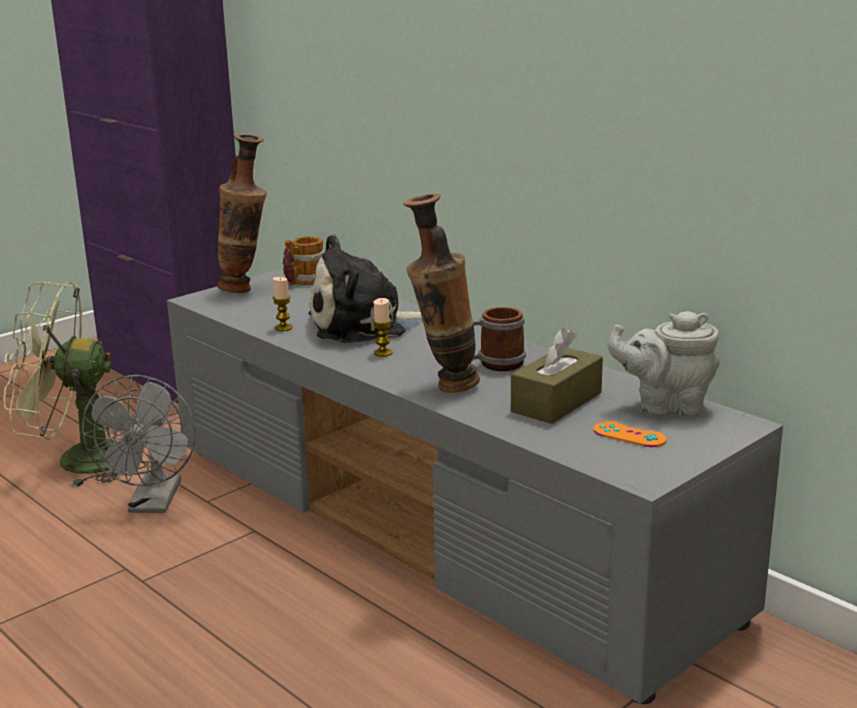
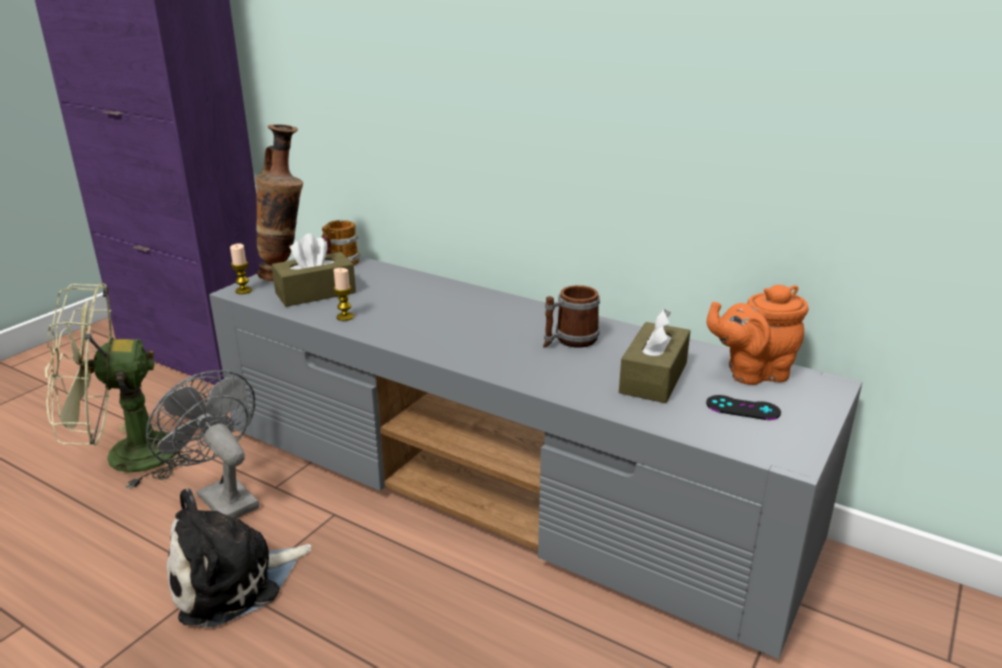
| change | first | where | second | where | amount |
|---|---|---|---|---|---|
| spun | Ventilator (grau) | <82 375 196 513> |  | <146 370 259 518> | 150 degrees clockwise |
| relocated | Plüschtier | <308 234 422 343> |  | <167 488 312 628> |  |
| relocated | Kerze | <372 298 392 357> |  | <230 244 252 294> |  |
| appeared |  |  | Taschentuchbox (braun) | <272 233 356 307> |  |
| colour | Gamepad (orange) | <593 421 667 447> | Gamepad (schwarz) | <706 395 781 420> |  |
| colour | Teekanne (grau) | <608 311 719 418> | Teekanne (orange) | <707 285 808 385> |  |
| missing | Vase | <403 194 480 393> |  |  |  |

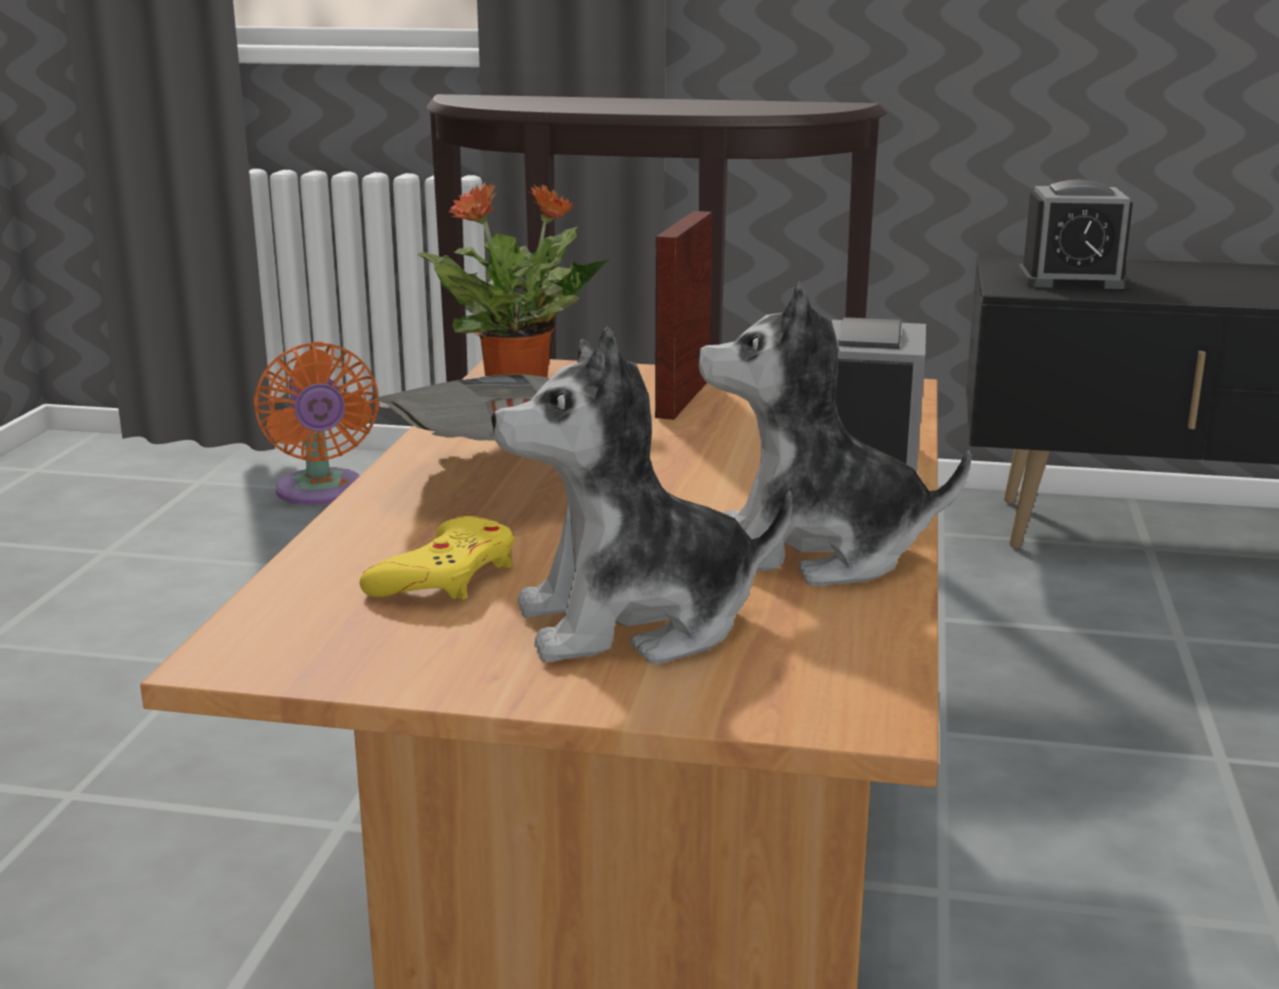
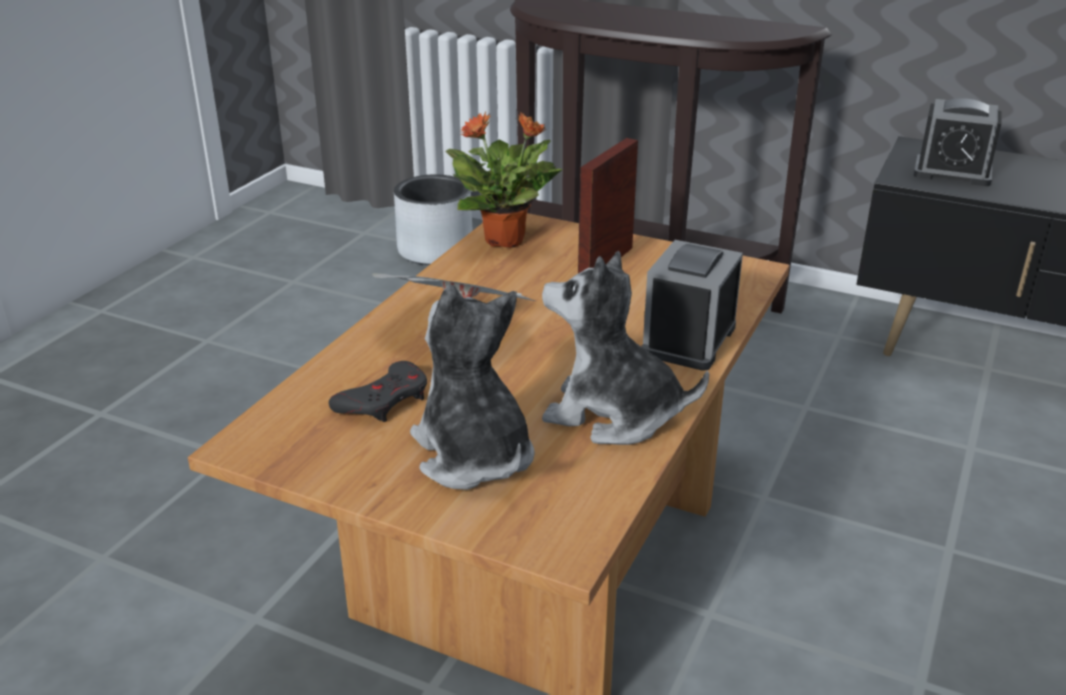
| change | first | where | second | where | amount |
|---|---|---|---|---|---|
| colour | Gamepad (gelb) | <360 516 514 600> | Gamepad (grau) | <329 361 427 422> |  |
| exchanged | Ventilator (orange) | <254 342 380 505> | Pflanzkübel (grau) | <394 174 473 265> |  |
| spun | Plüschtier | <491 327 792 664> |  | <410 284 535 490> | 60 degrees clockwise |

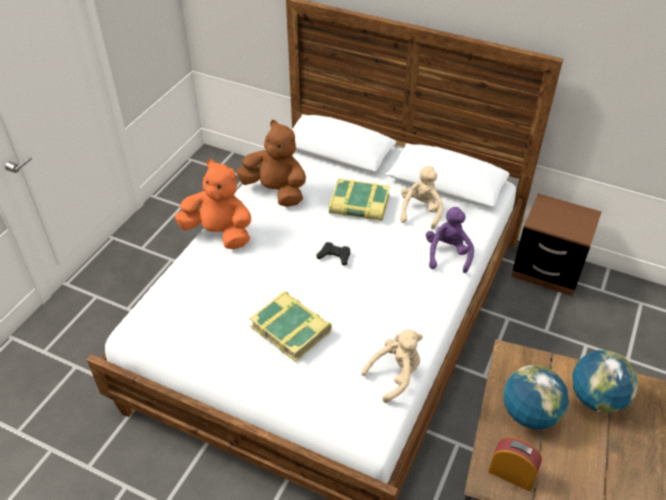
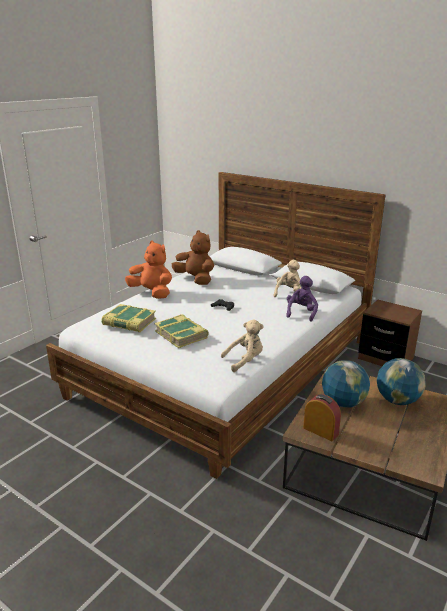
| change | first | where | second | where | amount |
|---|---|---|---|---|---|
| relocated | Buch | <329 178 390 221> |  | <101 304 156 332> |  |

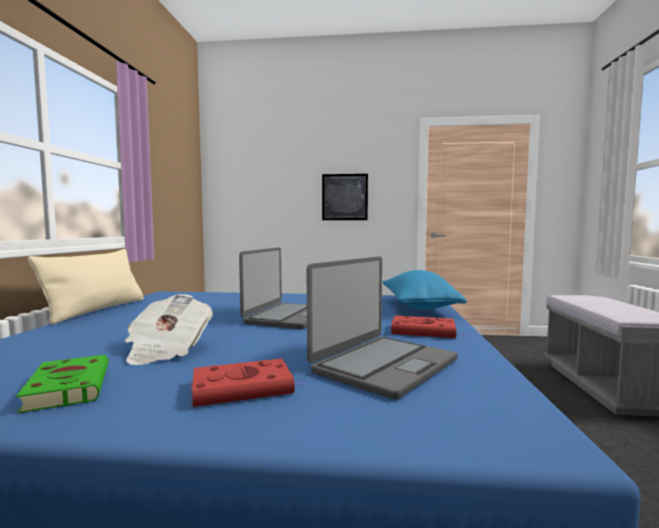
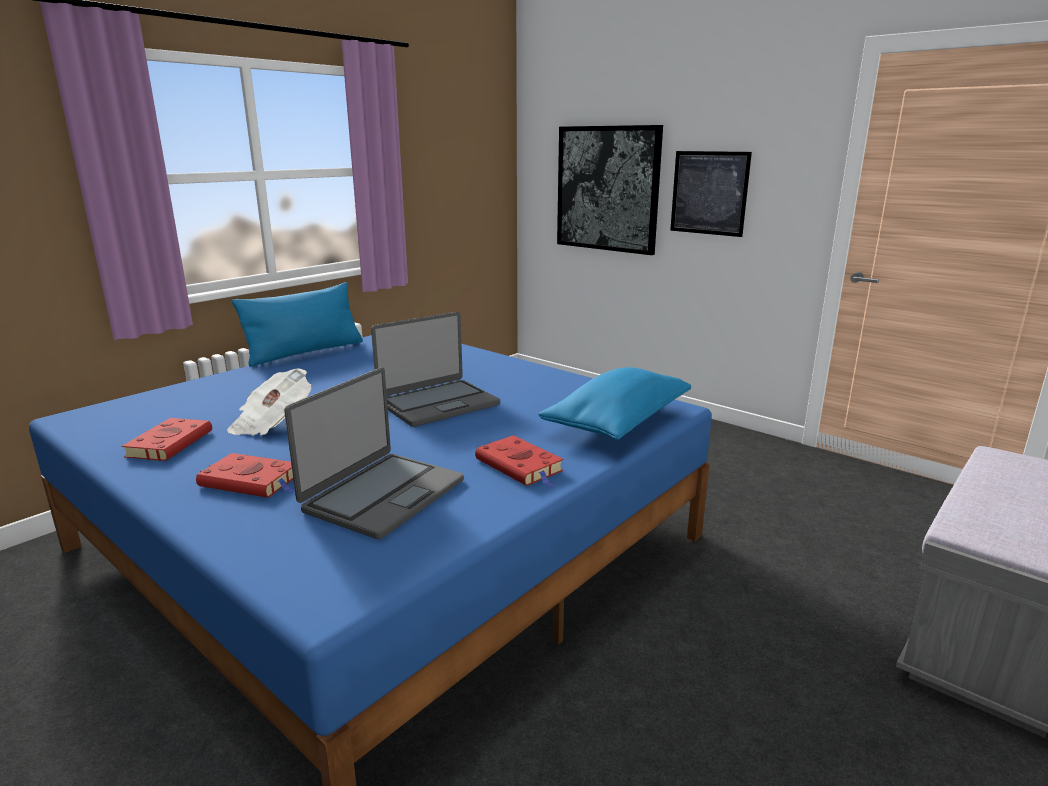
| change | first | where | second | where | amount |
|---|---|---|---|---|---|
| colour | Buch (grün) | <16 355 109 413> | Buch (rot) | <122 418 212 461> |  |
| colour | Kissen (beige) | <28 249 144 325> | Kissen (blau) | <232 282 363 367> |  |
| spun | Laptop | <307 256 458 400> |  | <284 367 464 539> | 45 degrees counterclockwise |
| appeared |  |  | Bild | <557 125 663 255> |  |

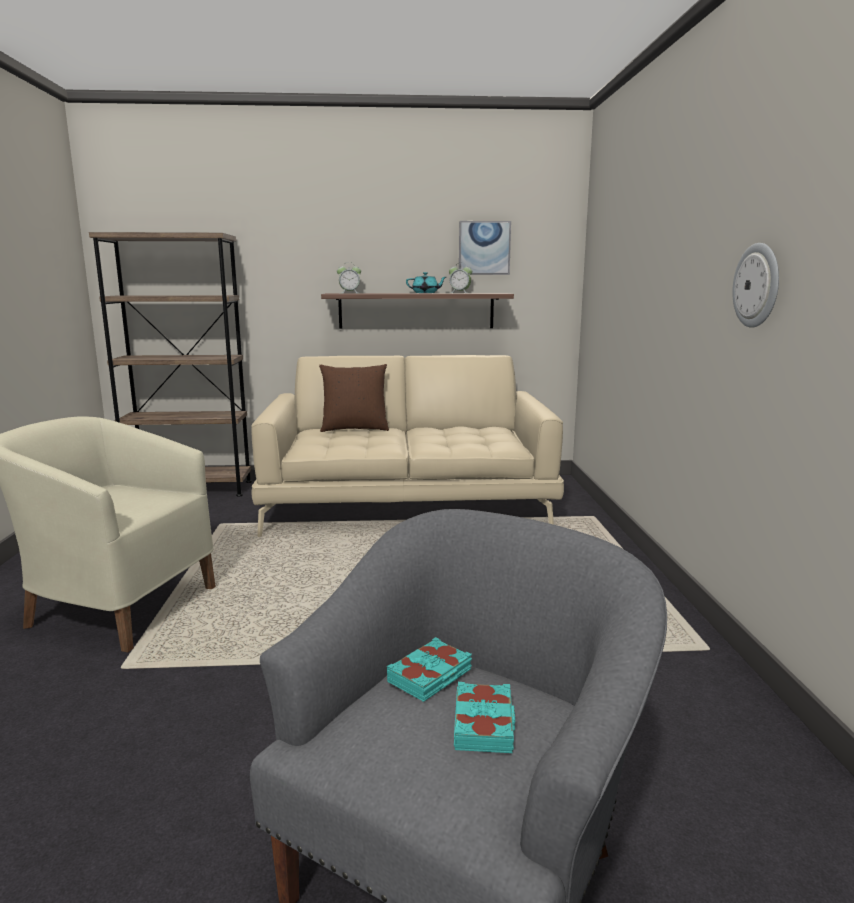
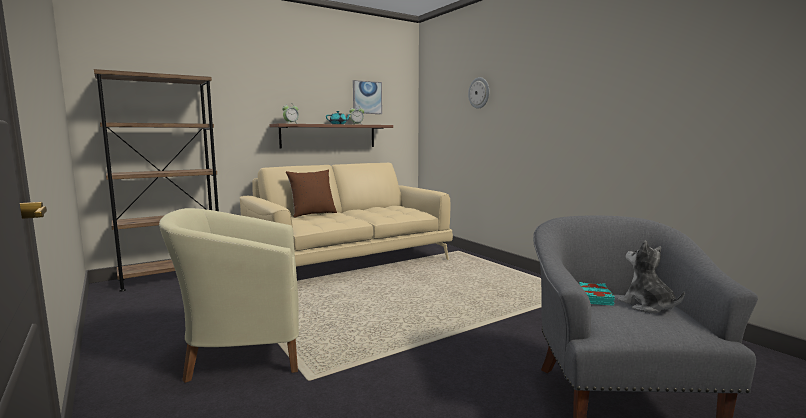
| change | first | where | second | where | amount |
|---|---|---|---|---|---|
| relocated | Wanduhr | <732 243 779 328> |  | <468 77 489 109> |  |
| exchanged | Buch (türkis) | <454 682 515 753> | Plüschtier | <618 240 685 314> |  |

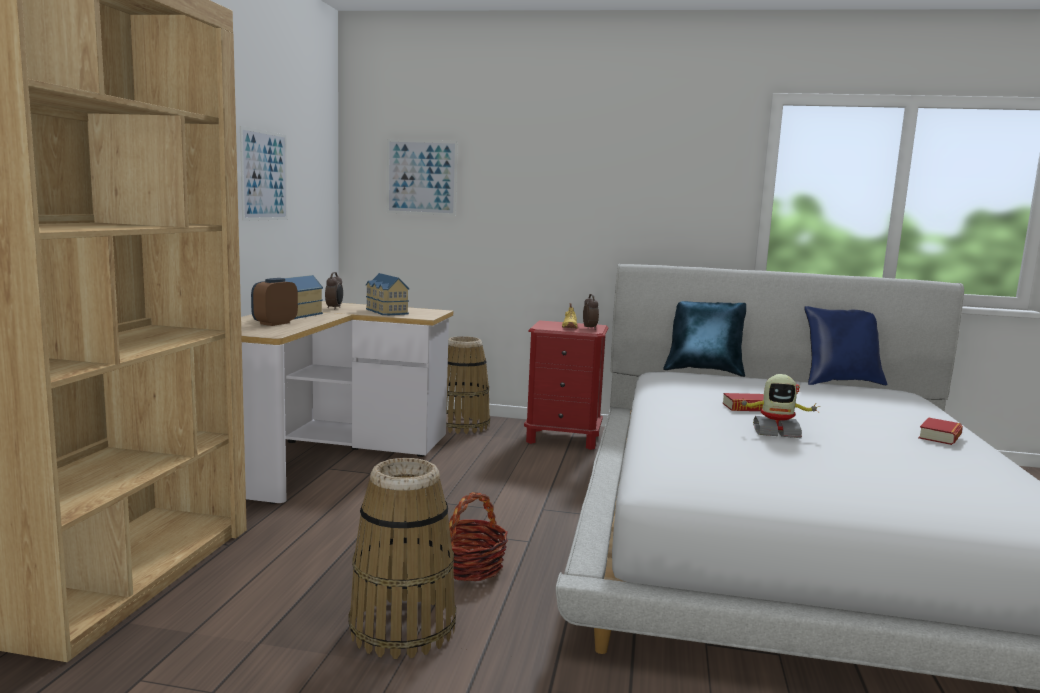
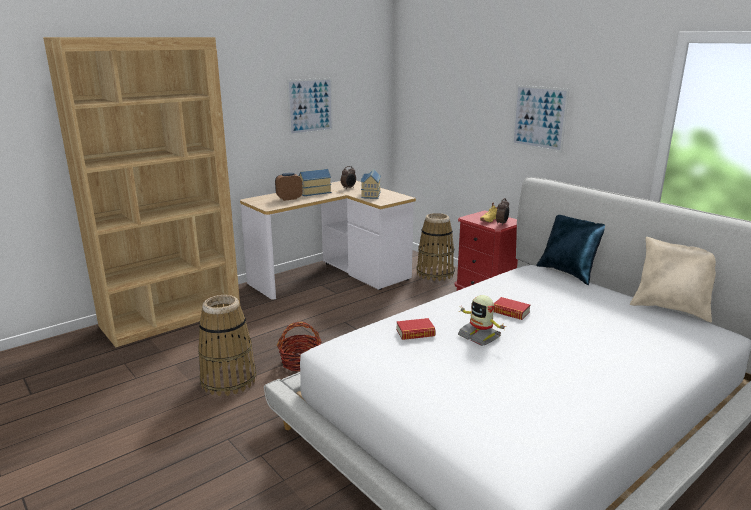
| change | first | where | second | where | amount |
|---|---|---|---|---|---|
| relocated | Buch | <918 418 963 445> |  | <396 318 436 340> |  |
| relocated | Bild | <387 139 458 216> |  | <512 85 569 153> |  |
| colour | Kissen (blau) | <804 306 887 385> | Kissen (beige) | <630 237 716 322> |  |

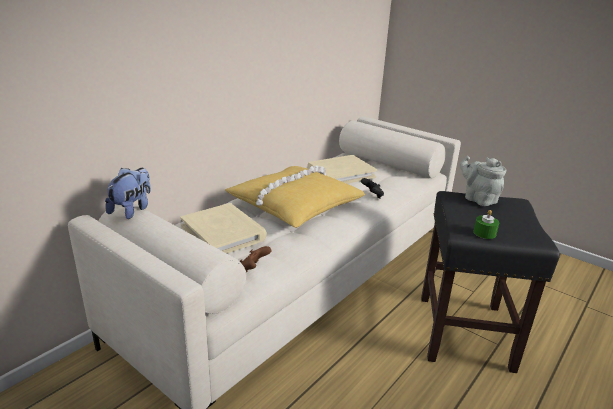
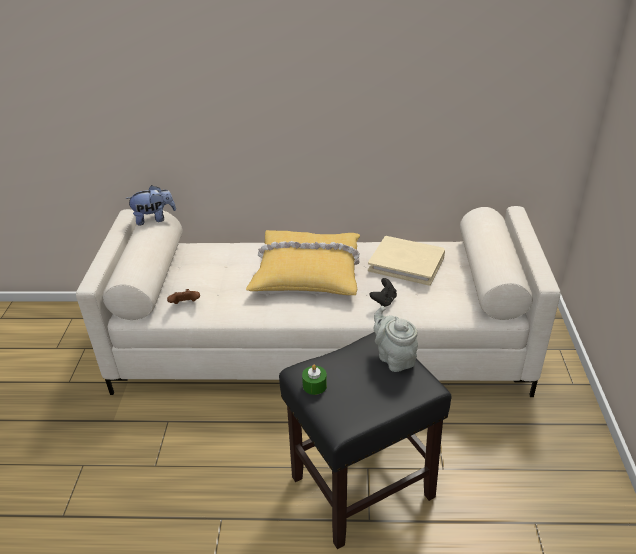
| change | first | where | second | where | amount |
|---|---|---|---|---|---|
| spun | Teekanne (grau) | <460 156 506 206> |  | <374 306 418 372> | 45 degrees counterclockwise |
| missing | Buch (beige) | <180 203 267 254> |  |  |  |

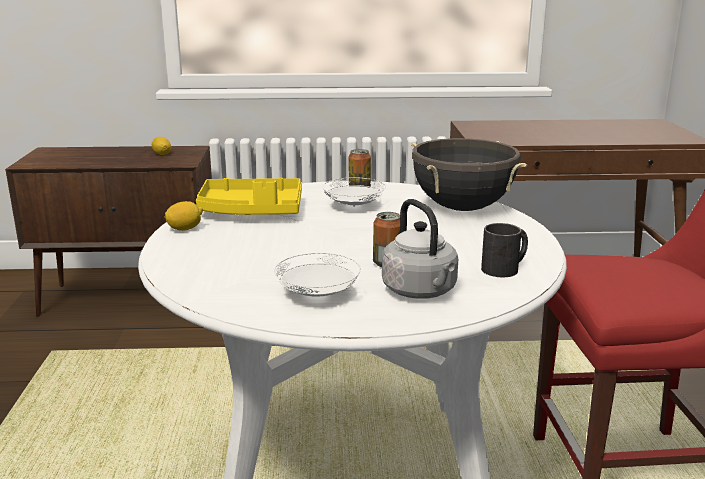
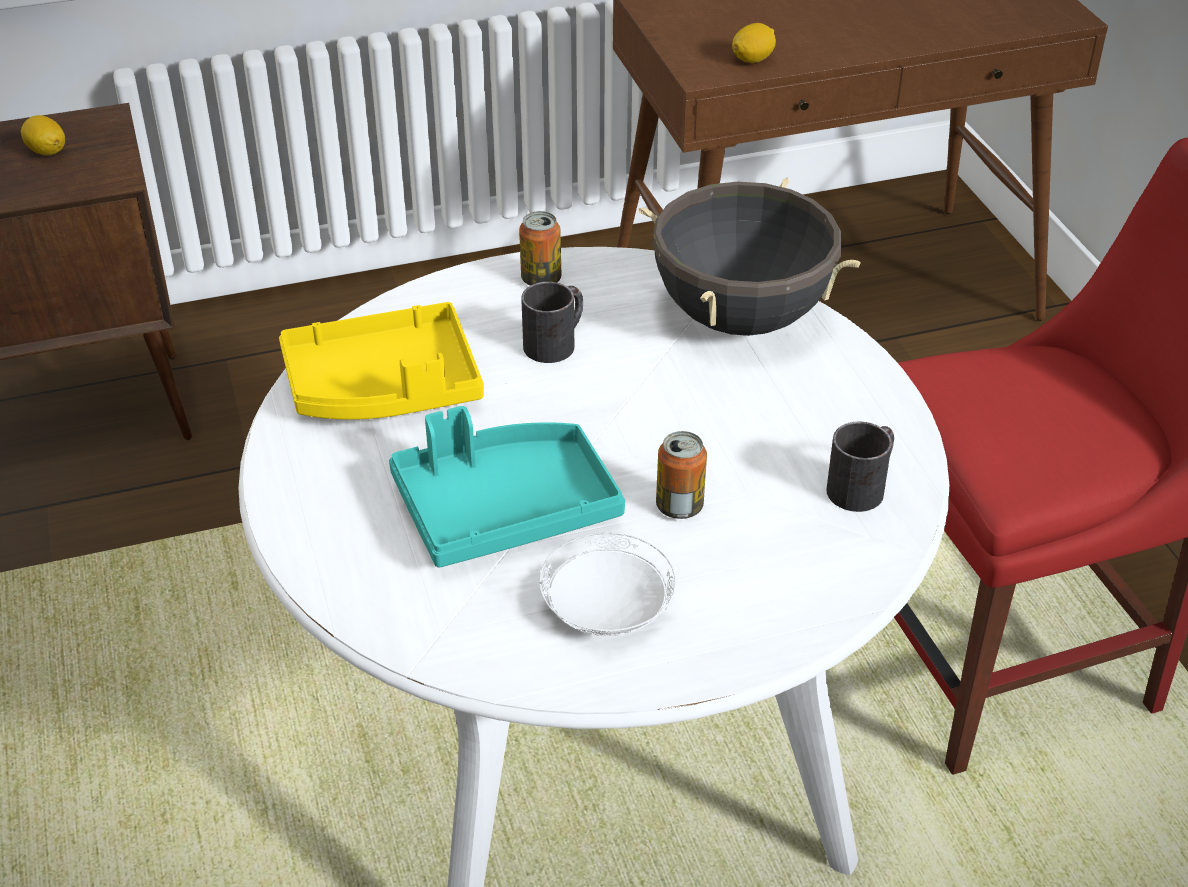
| change | first | where | second | where | amount |
|---|---|---|---|---|---|
| appeared |  |  | Tablett (türkis) | <389 406 625 568> |  |
| exchanged | Teller (weiß) | <322 177 386 207> | Henkelbecher (schwarz) | <521 282 583 363> |  |
| relocated | Zitrone | <164 201 203 231> |  | <732 23 776 63> |  |
| missing | Wasserkessel (grau) | <382 199 458 299> |  |  |  |

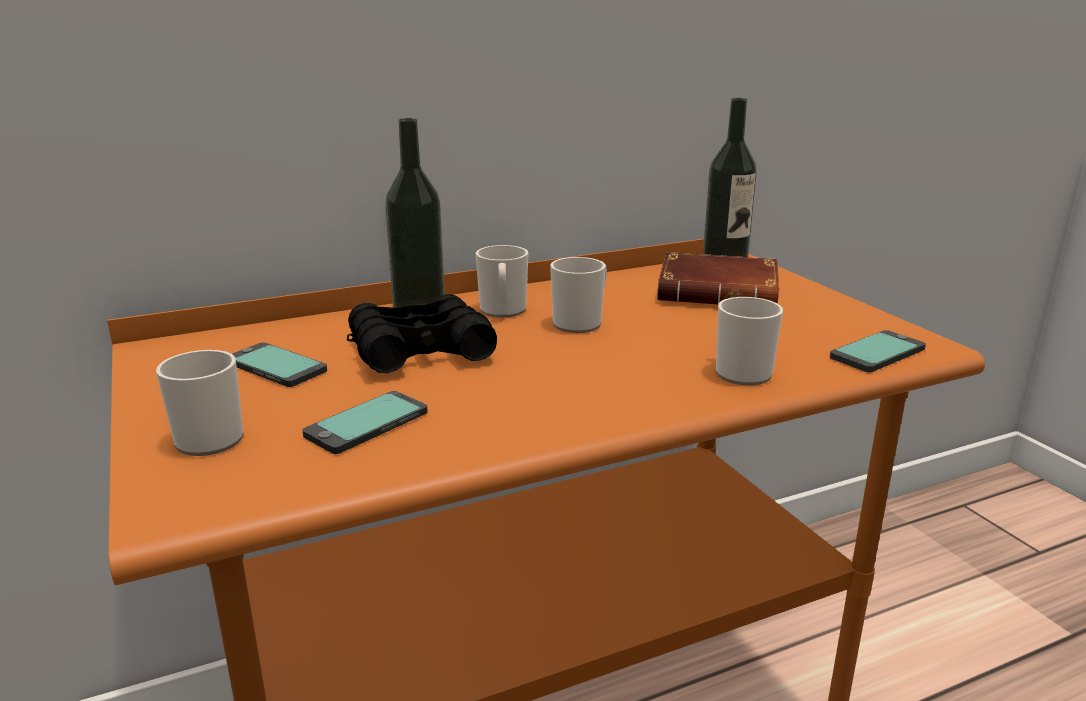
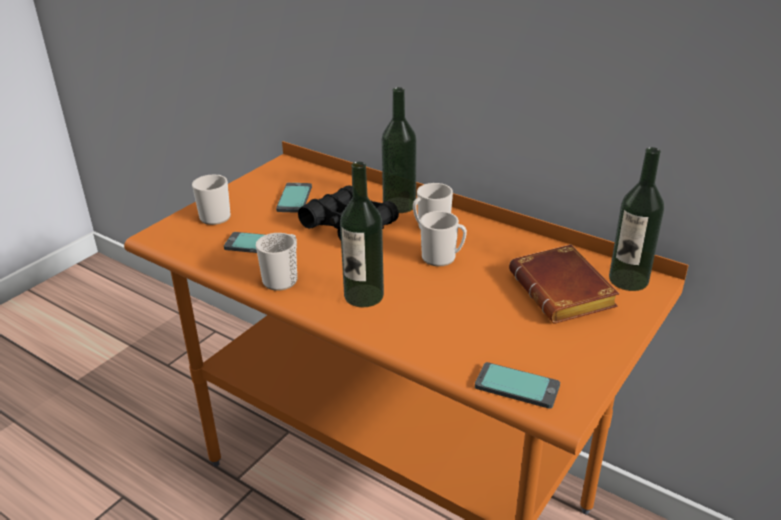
| change | first | where | second | where | amount |
|---|---|---|---|---|---|
| relocated | Henkelbecher | <716 297 783 386> |  | <256 233 297 291> |  |
| appeared |  |  | Flasche | <340 162 384 307> |  |

